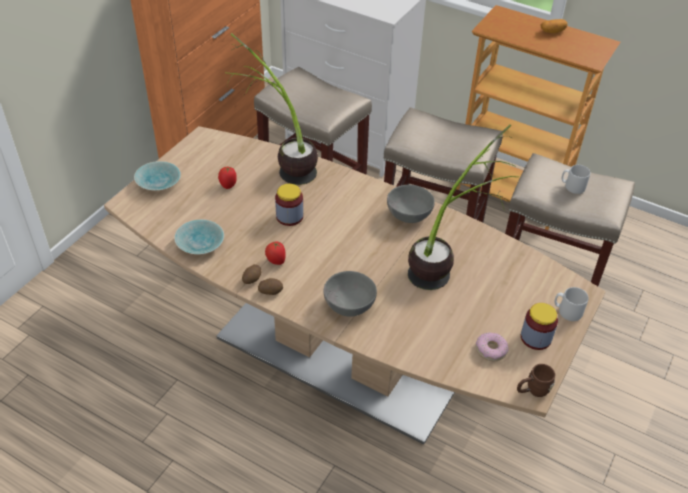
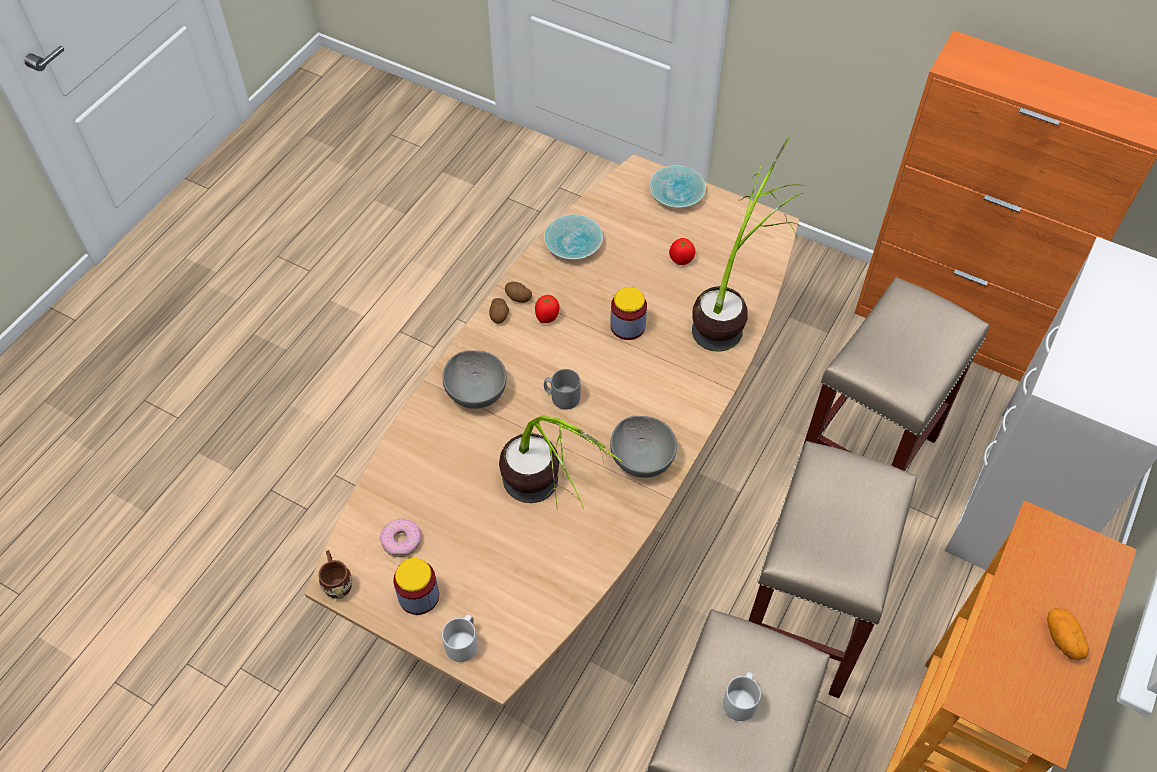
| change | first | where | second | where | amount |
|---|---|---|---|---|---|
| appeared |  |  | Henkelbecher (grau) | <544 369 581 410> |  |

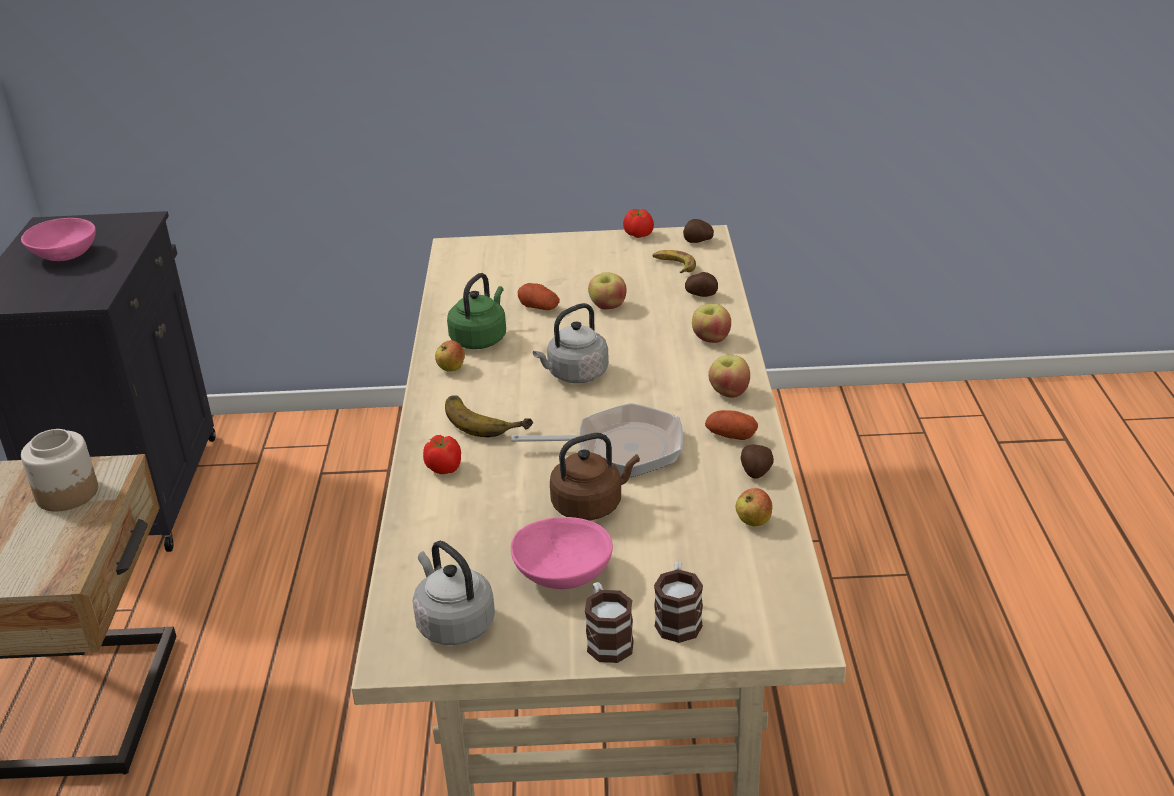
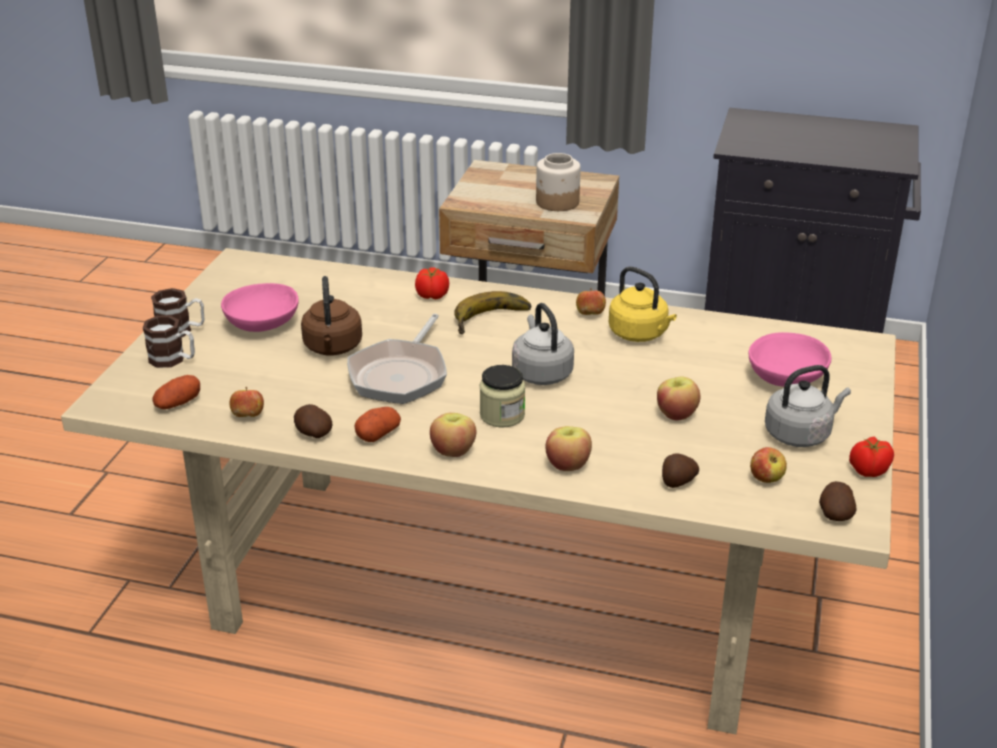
| change | first | where | second | where | amount |
|---|---|---|---|---|---|
| relocated | Kartoffel | <518 283 560 310> |  | <152 375 200 409> |  |
| appeared |  |  | Vorratsglas | <480 365 525 428> |  |
| colour | Wasserkessel (grün) | <447 273 506 349> | Wasserkessel (gelb) | <609 267 677 342> |  |
| relocated | Schüssel (rosa) | <21 218 96 261> |  | <749 332 831 387> |  |
| exchanged | Banane | <653 250 696 273> | Apfel | <750 447 787 483> |  |
| relocated | Wasserkessel (grau) | <412 541 495 645> |  | <765 365 851 447> |  |

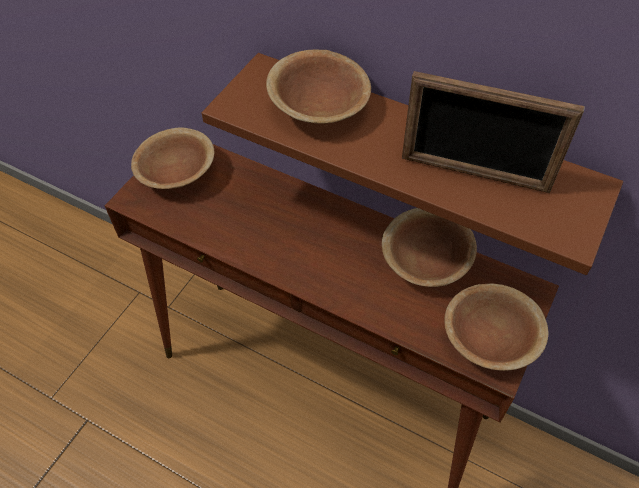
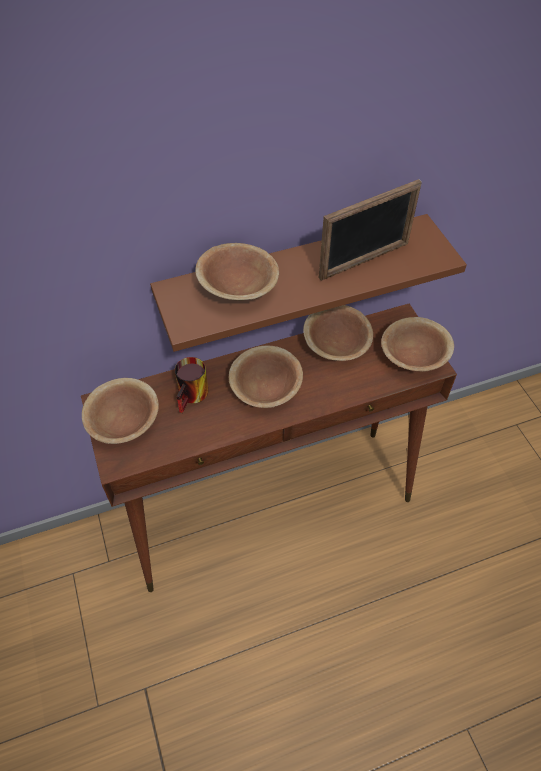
| change | first | where | second | where | amount |
|---|---|---|---|---|---|
| appeared |  |  | Henkelbecher | <175 357 208 413> |  |
| appeared |  |  | Schüssel (braun) | <229 346 303 408> |  |

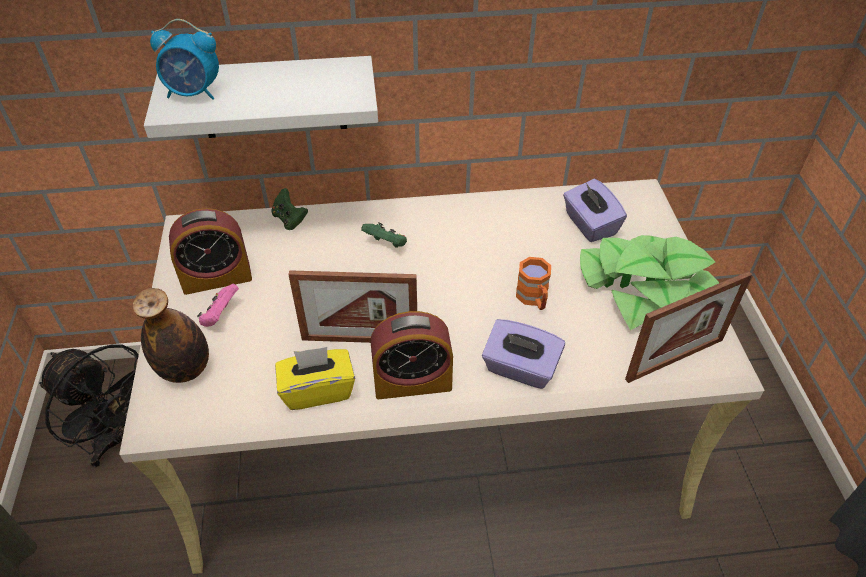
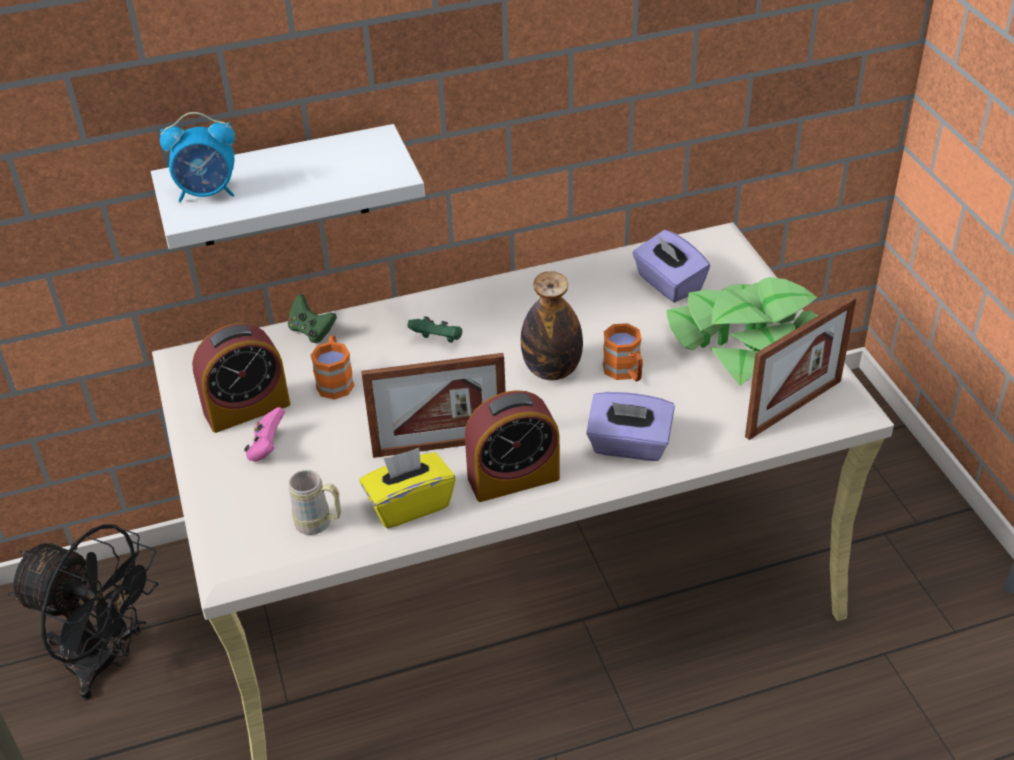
| change | first | where | second | where | amount |
|---|---|---|---|---|---|
| appeared |  |  | Henkelbecher (beige) | <289 470 341 535> |  |
| appeared |  |  | Henkelbecher (orange) | <310 335 354 400> |  |
| relocated | Flasche | <133 288 209 383> |  | <521 271 583 380> |  |

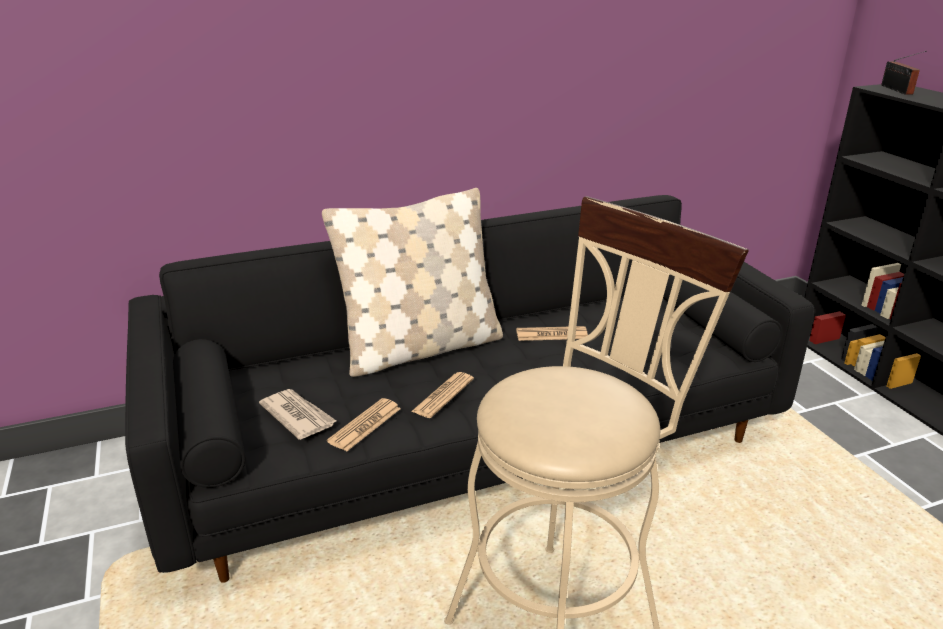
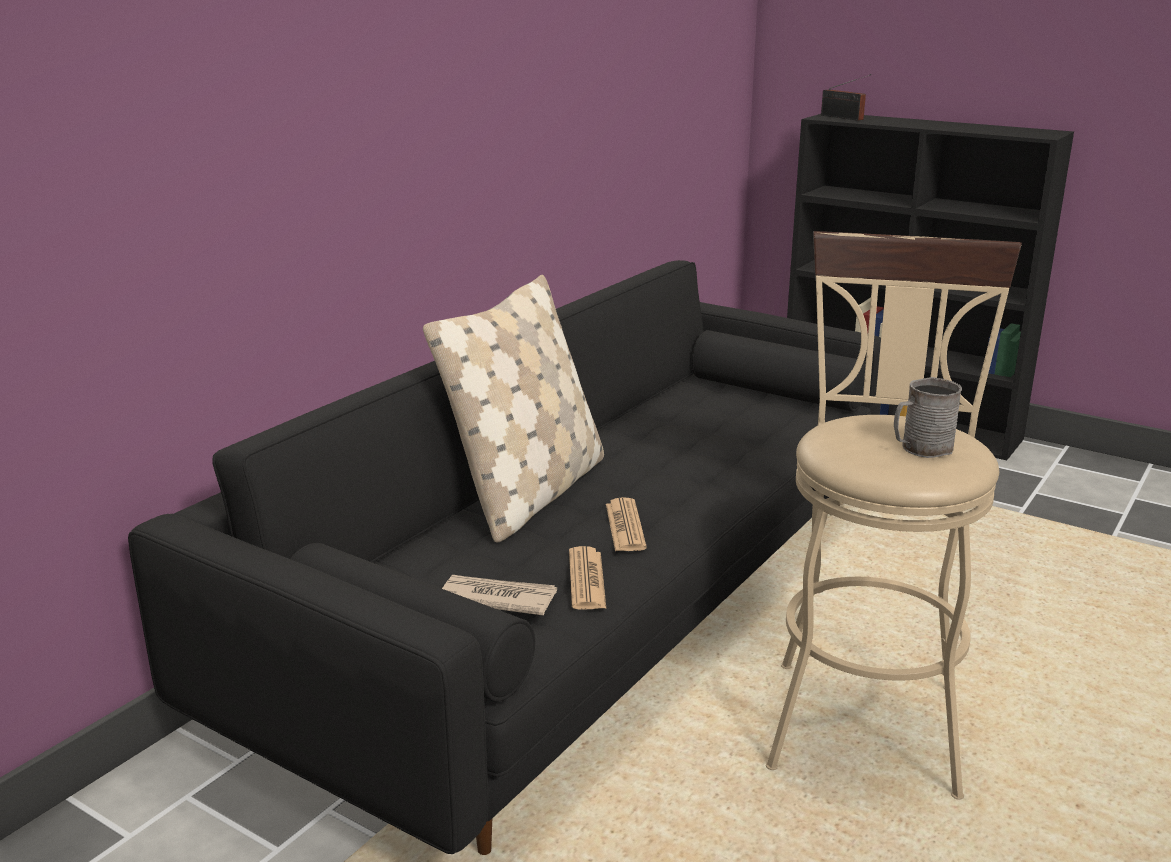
| change | first | where | second | where | amount |
|---|---|---|---|---|---|
| appeared |  |  | Henkelbecher (grau) | <894 377 962 458> |  |
| missing | Zeitung | <516 326 588 341> |  |  |  |

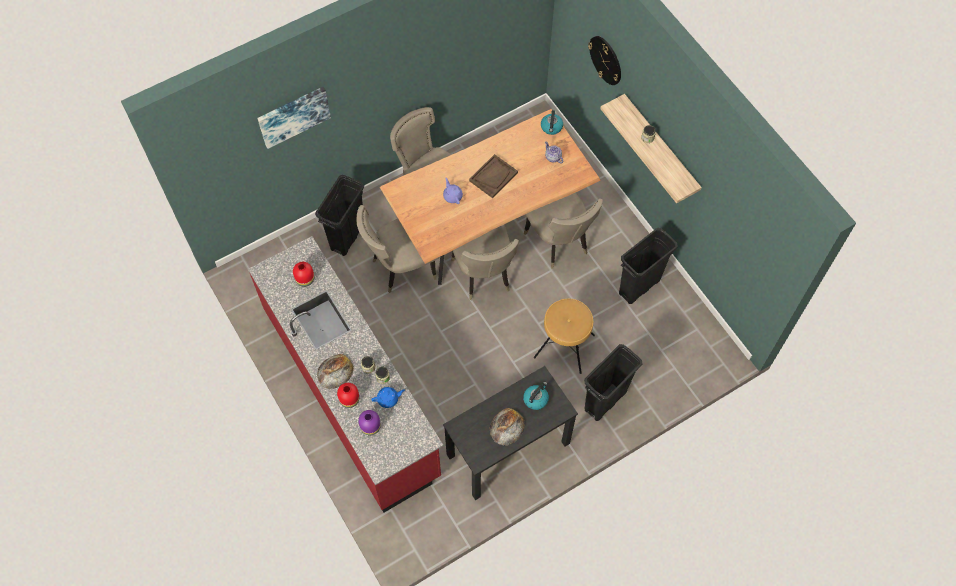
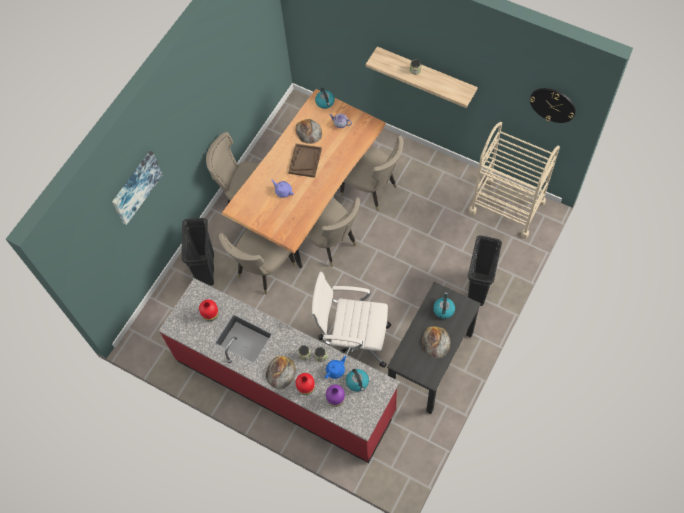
| change | first | where | second | where | amount |
|---|---|---|---|---|---|
| appeared |  |  | Brot | <296 119 322 144> |  |
| appeared |  |  | Bürostuhl (weiß) | <312 272 392 368> |  |
| appeared |  |  | Wasserkessel | <346 369 369 392> |  |
| appeared |  |  | Rollwagen (beige) | <469 122 560 238> |  |
| relocated | Wanduhr | <588 36 621 85> |  | <530 88 576 123> |  |
| missing | Hocker (braun) | <534 299 595 374> |  |  |  |
| missing | Mülleimer (schwarz) | <619 228 678 304> |  |  |  |

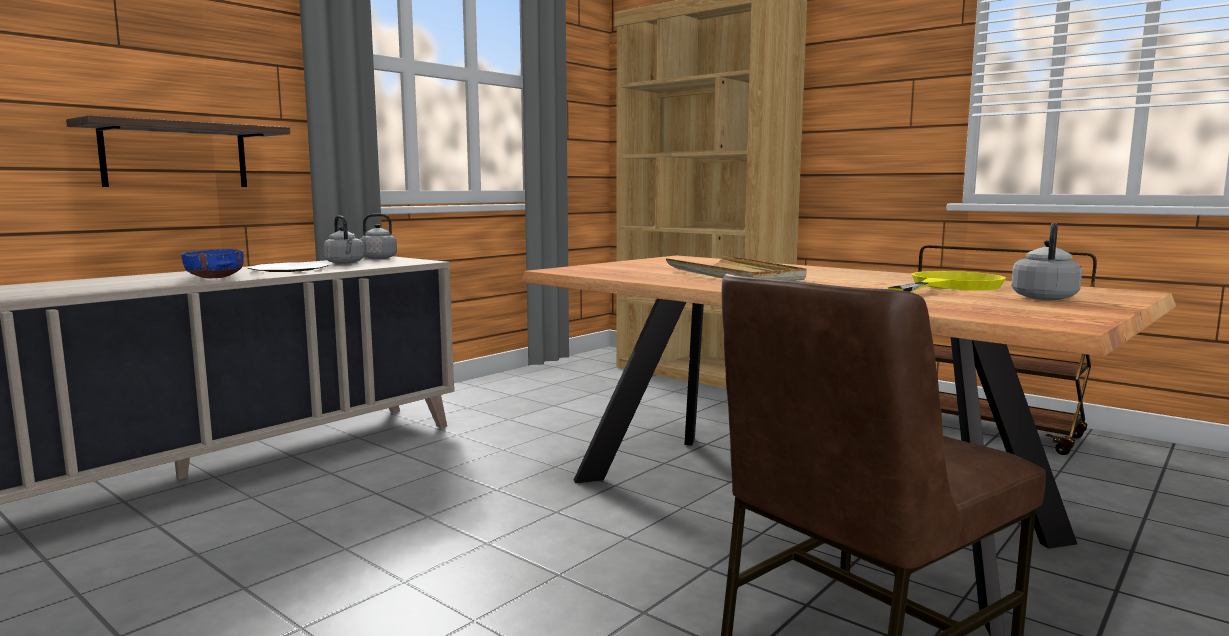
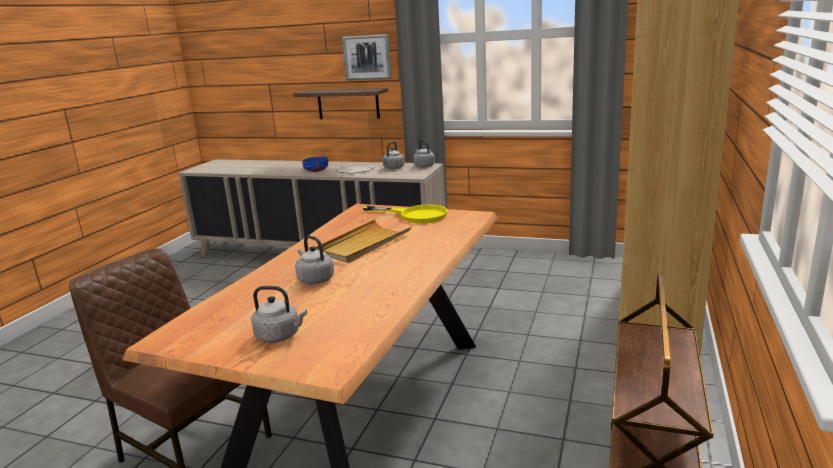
| change | first | where | second | where | amount |
|---|---|---|---|---|---|
| appeared |  |  | Wasserkessel (grau) | <295 235 334 284> |  |
| appeared |  |  | Bild | <342 34 392 80> |  |
| relocated | Pfanne (gelb) | <888 271 1006 292> |  | <363 204 448 223> |  |

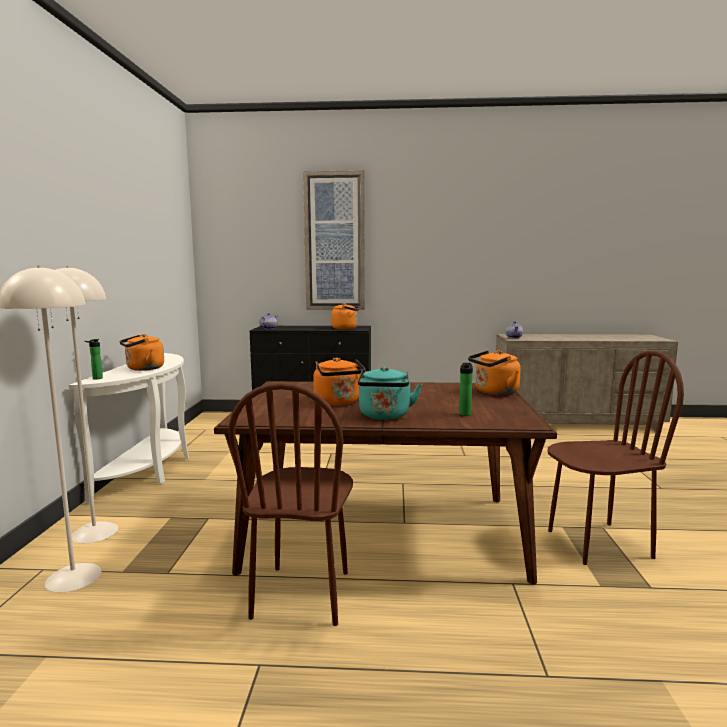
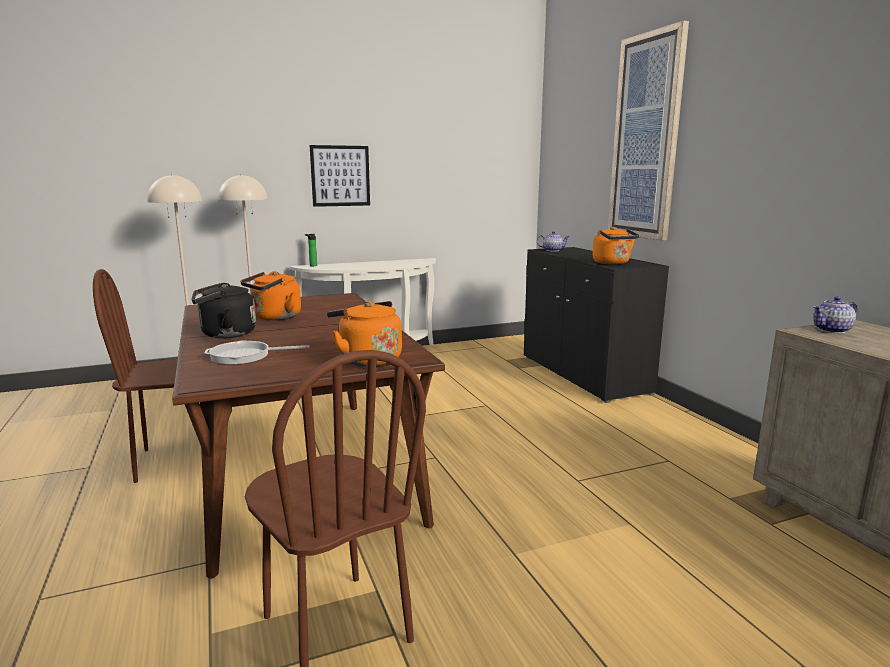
| change | first | where | second | where | amount |
|---|---|---|---|---|---|
| colour | Wasserkessel (türkis) | <358 366 422 420> | Wasserkessel (schwarz) | <191 282 256 338> |  |
| exchanged | Flasche | <459 363 473 416> | Pfanne | <204 340 309 365> |  |
| appeared |  |  | Bild | <310 145 370 207> |  |
| missing | Wasserkessel (orange) | <119 334 164 371> |  |  |  |

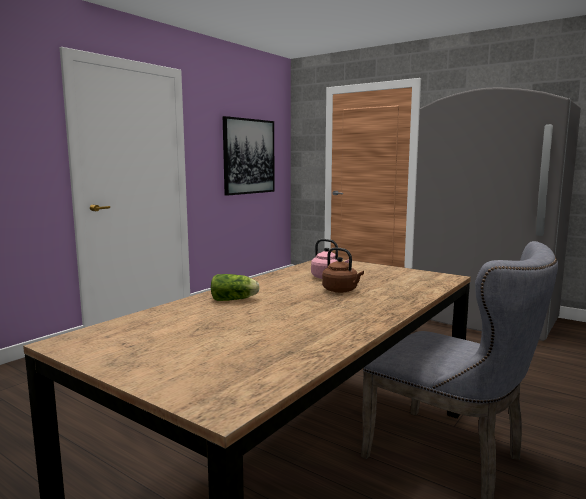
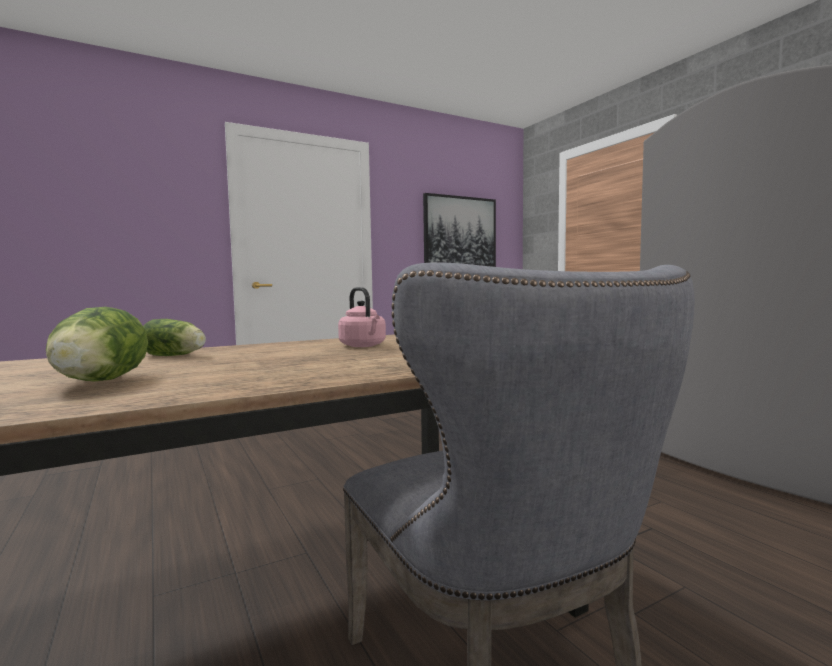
| change | first | where | second | where | amount |
|---|---|---|---|---|---|
| appeared |  |  | Salatkopf | <46 307 148 381> |  |
| missing | Wasserkessel (braun) | <322 247 364 293> |  |  |  |

